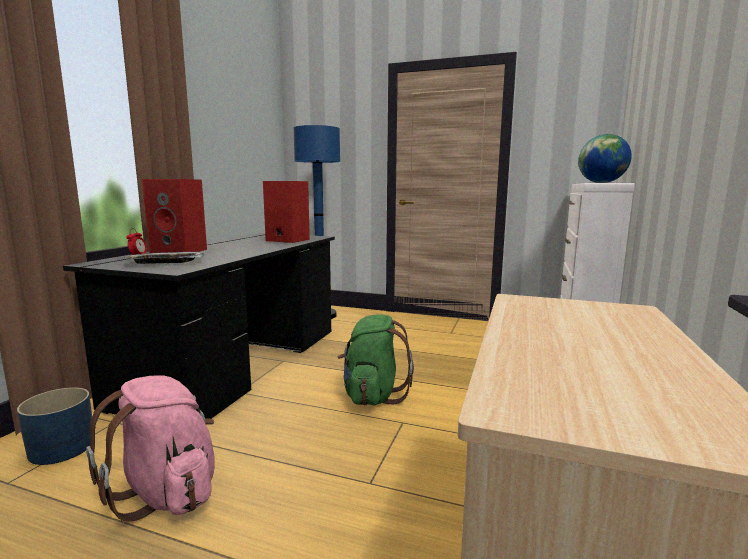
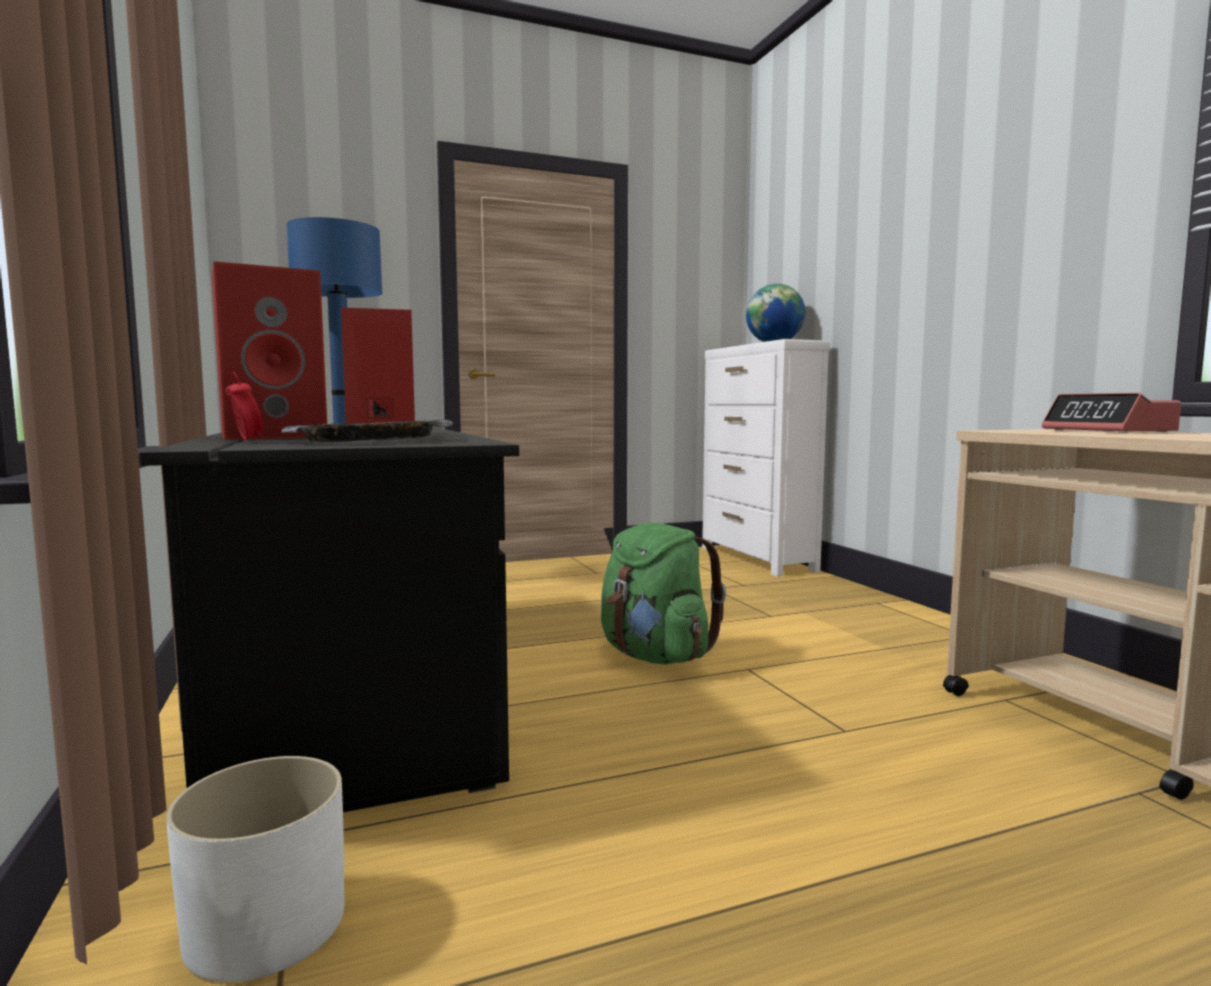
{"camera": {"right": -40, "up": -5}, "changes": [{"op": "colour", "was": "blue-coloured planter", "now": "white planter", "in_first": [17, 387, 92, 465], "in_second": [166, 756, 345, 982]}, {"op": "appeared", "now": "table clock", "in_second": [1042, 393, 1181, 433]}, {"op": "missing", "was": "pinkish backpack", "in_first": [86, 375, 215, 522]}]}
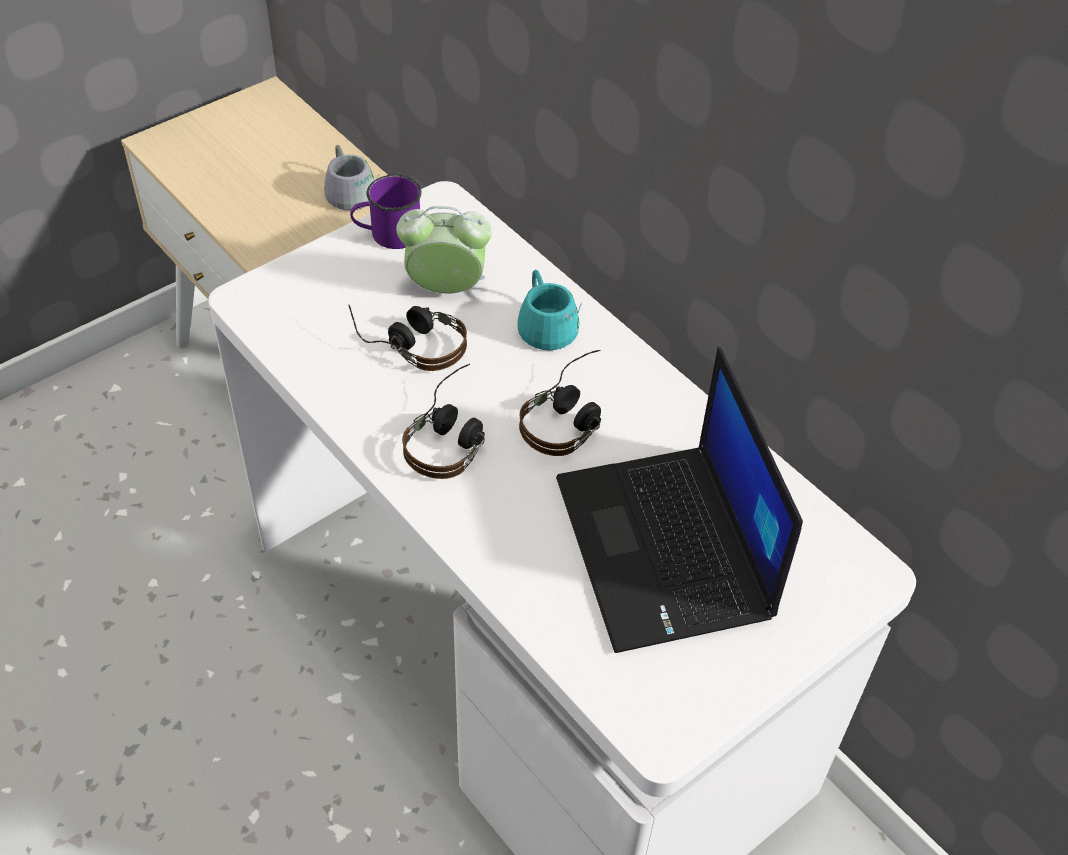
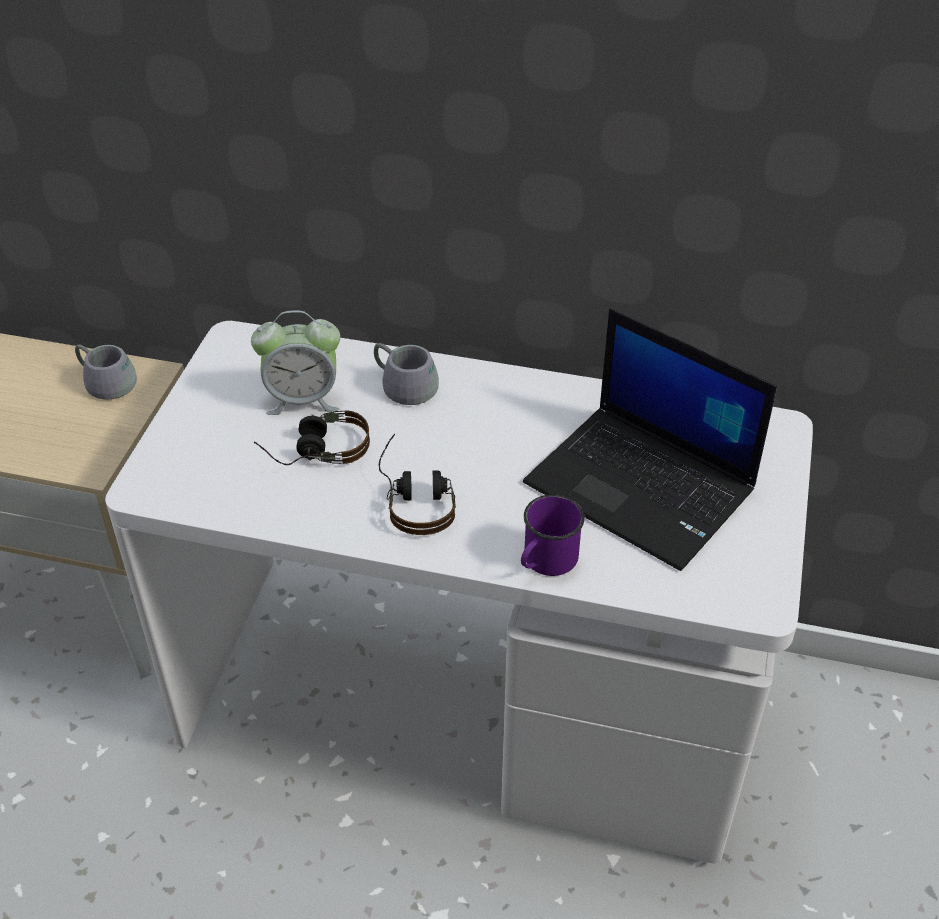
{"camera": {"right": -35, "up": -5}, "changes": [{"op": "spun", "was": "table clock", "in_first": [396, 206, 492, 294], "in_second": [251, 310, 340, 415], "clockwise": -150}, {"op": "colour", "was": "turquoise-coloured mug", "now": "grey mug", "in_first": [517, 270, 582, 350], "in_second": [374, 343, 439, 405]}, {"op": "relocated", "was": "purple-coloured mug", "in_first": [350, 175, 422, 249], "in_second": [521, 494, 585, 576]}, {"op": "missing", "was": "pair of headphones", "in_first": [519, 350, 601, 456]}]}
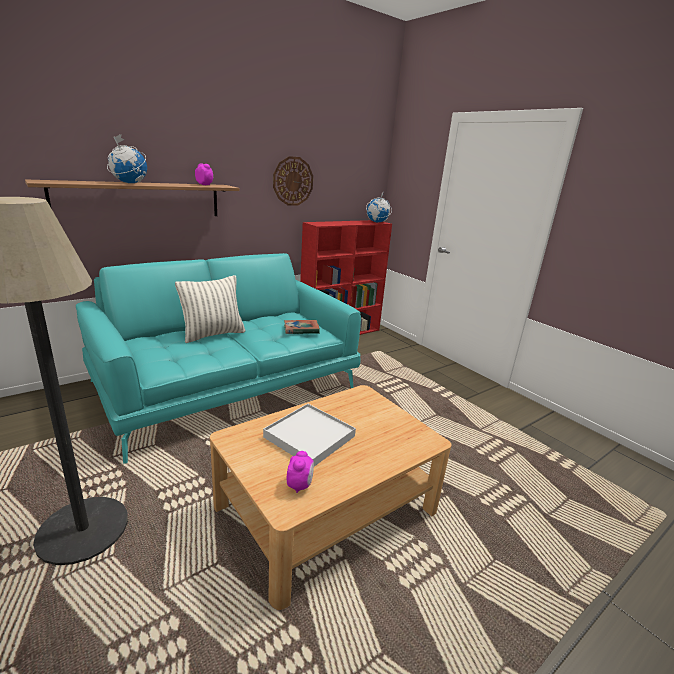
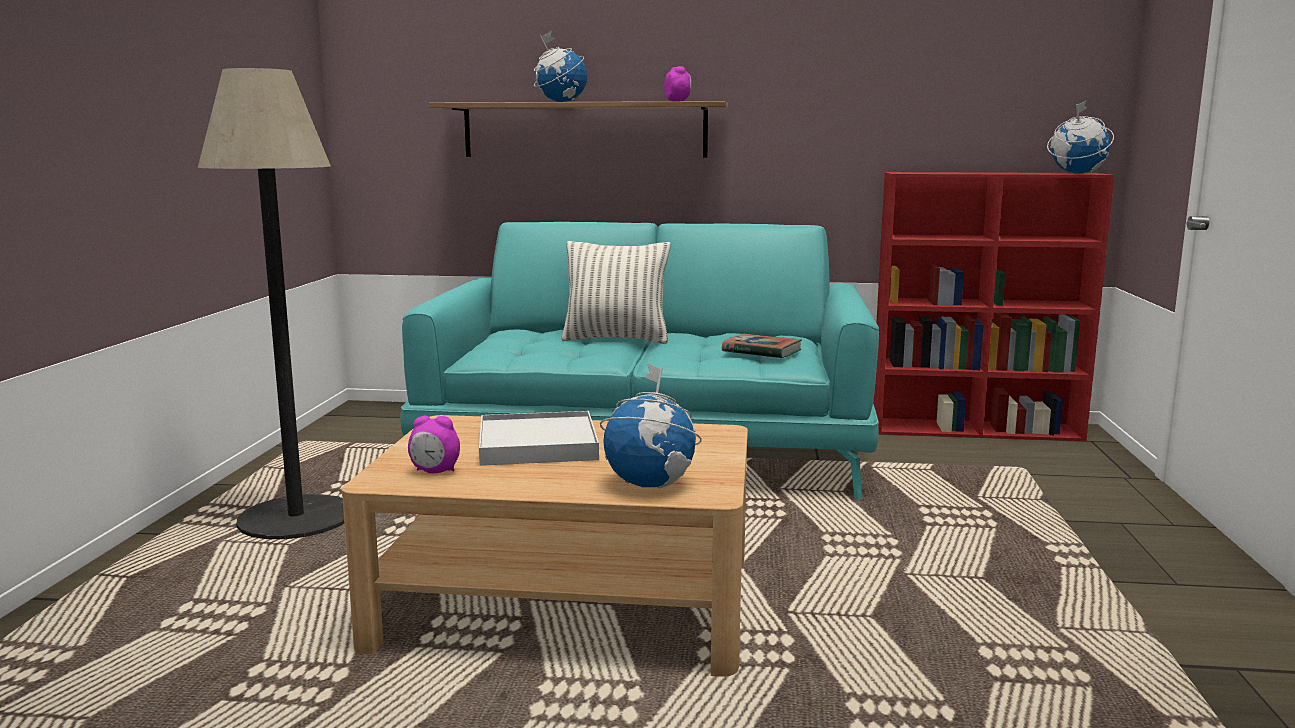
{"camera": {"right": 45, "up": -10}, "changes": [{"op": "spun", "was": "table clock", "in_first": [287, 451, 314, 493], "in_second": [408, 416, 460, 473], "clockwise": 45}, {"op": "appeared", "now": "desk globe", "in_second": [600, 363, 702, 488]}, {"op": "missing", "was": "wall clock", "in_first": [273, 156, 313, 206]}]}
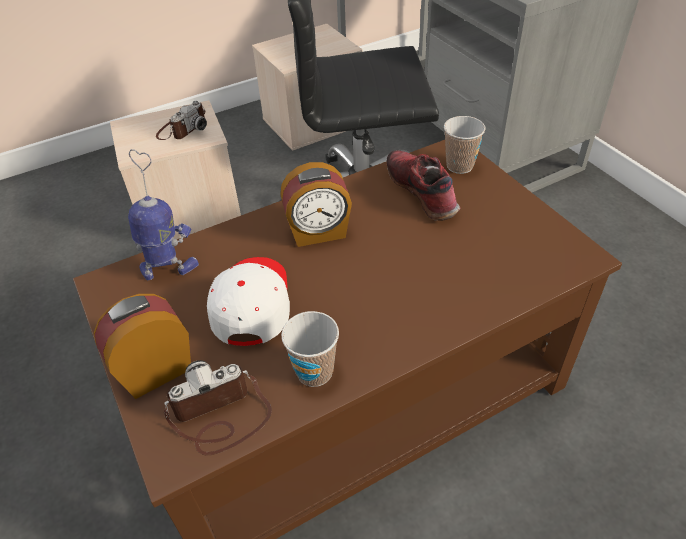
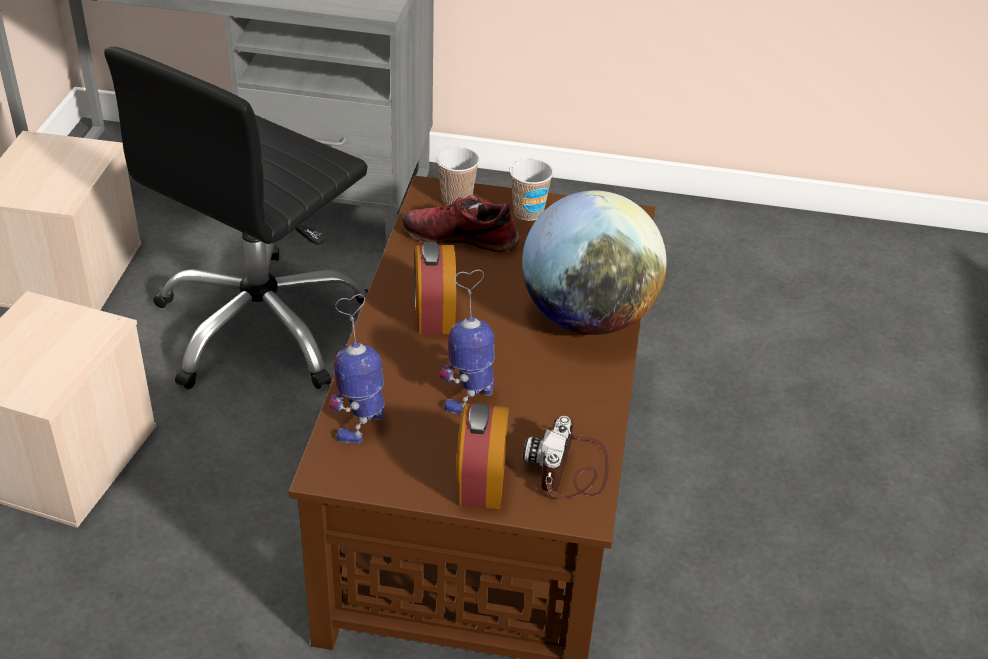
{"camera": {"right": -55, "up": -5}, "changes": [{"op": "spun", "was": "table clock", "in_first": [280, 162, 352, 247], "in_second": [414, 242, 456, 335], "clockwise": 150}, {"op": "exchanged", "was": "white cap", "now": "toy robot", "in_first": [207, 257, 290, 346], "in_second": [439, 269, 495, 414]}, {"op": "relocated", "was": "small cup", "in_first": [281, 311, 339, 387], "in_second": [509, 159, 554, 221]}, {"op": "appeared", "now": "desk globe", "in_second": [522, 191, 667, 335]}, {"op": "missing", "was": "still camera", "in_first": [156, 101, 207, 140]}]}
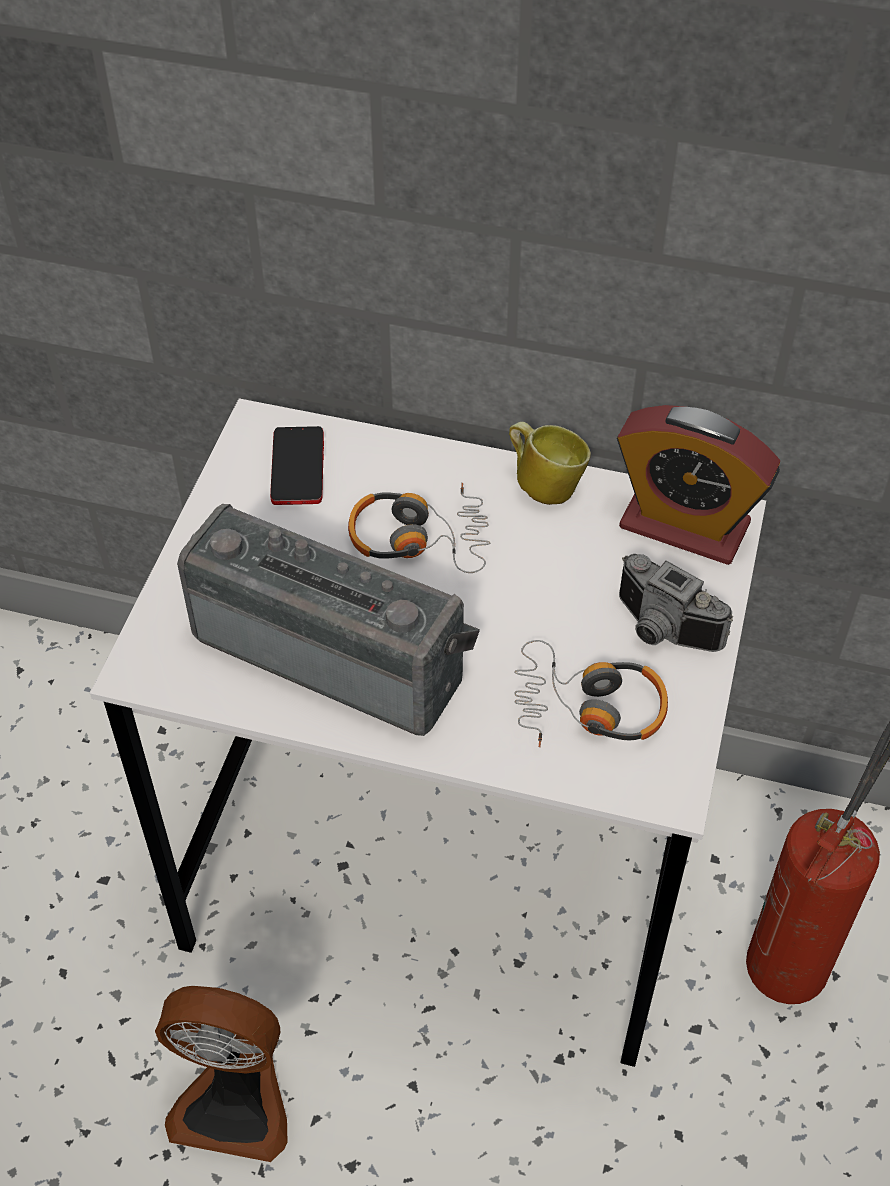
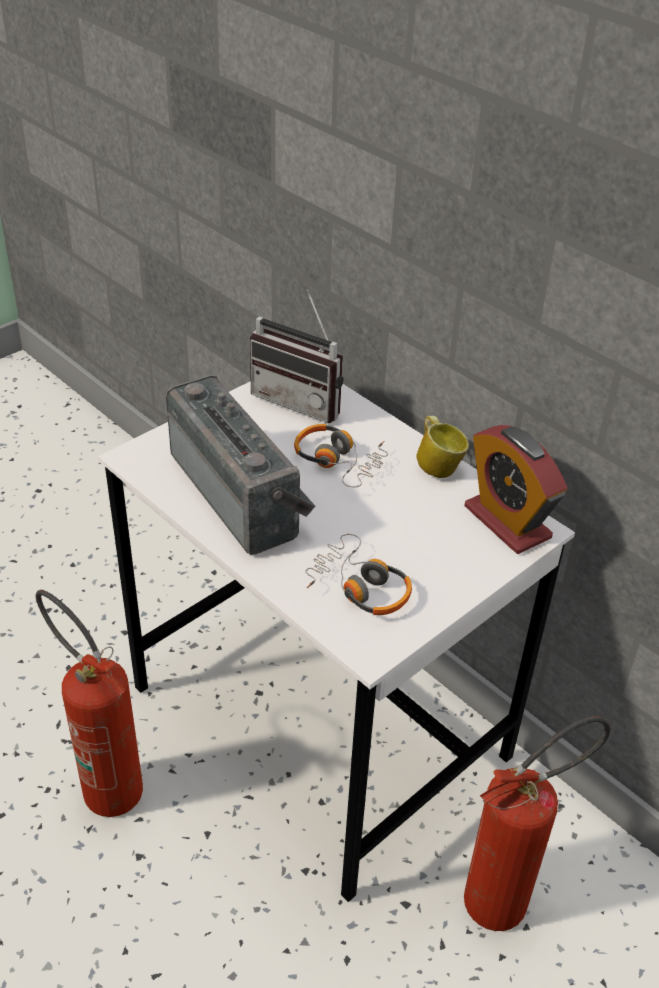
{"camera": {"right": 30, "up": -10}, "changes": [{"op": "exchanged", "was": "cooling fan", "now": "fire-fighting cylinder", "in_first": [155, 986, 287, 1162], "in_second": [36, 590, 143, 817]}, {"op": "exchanged", "was": "telephone", "now": "radio set", "in_first": [270, 426, 324, 505], "in_second": [250, 289, 344, 423]}, {"op": "missing", "was": "still camera", "in_first": [619, 554, 733, 652]}]}
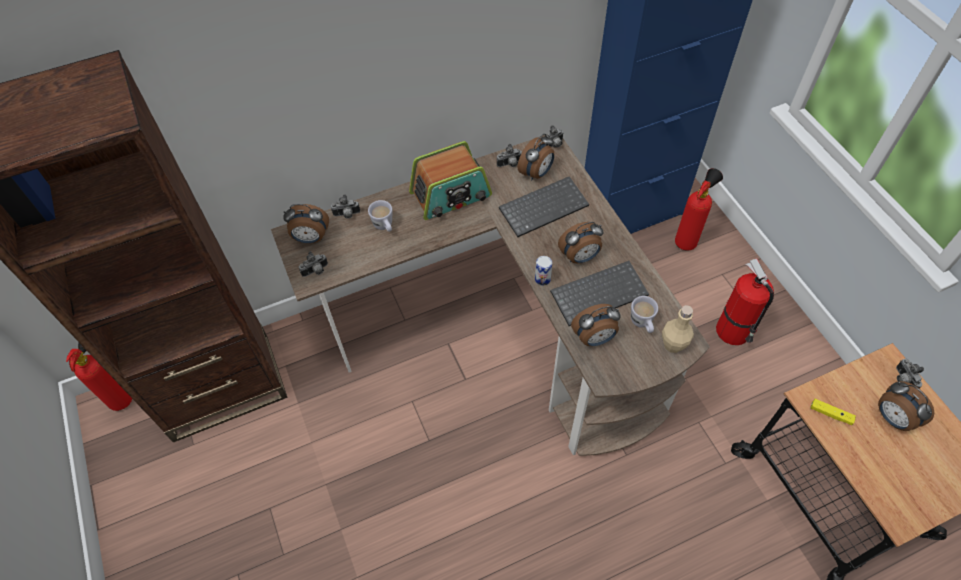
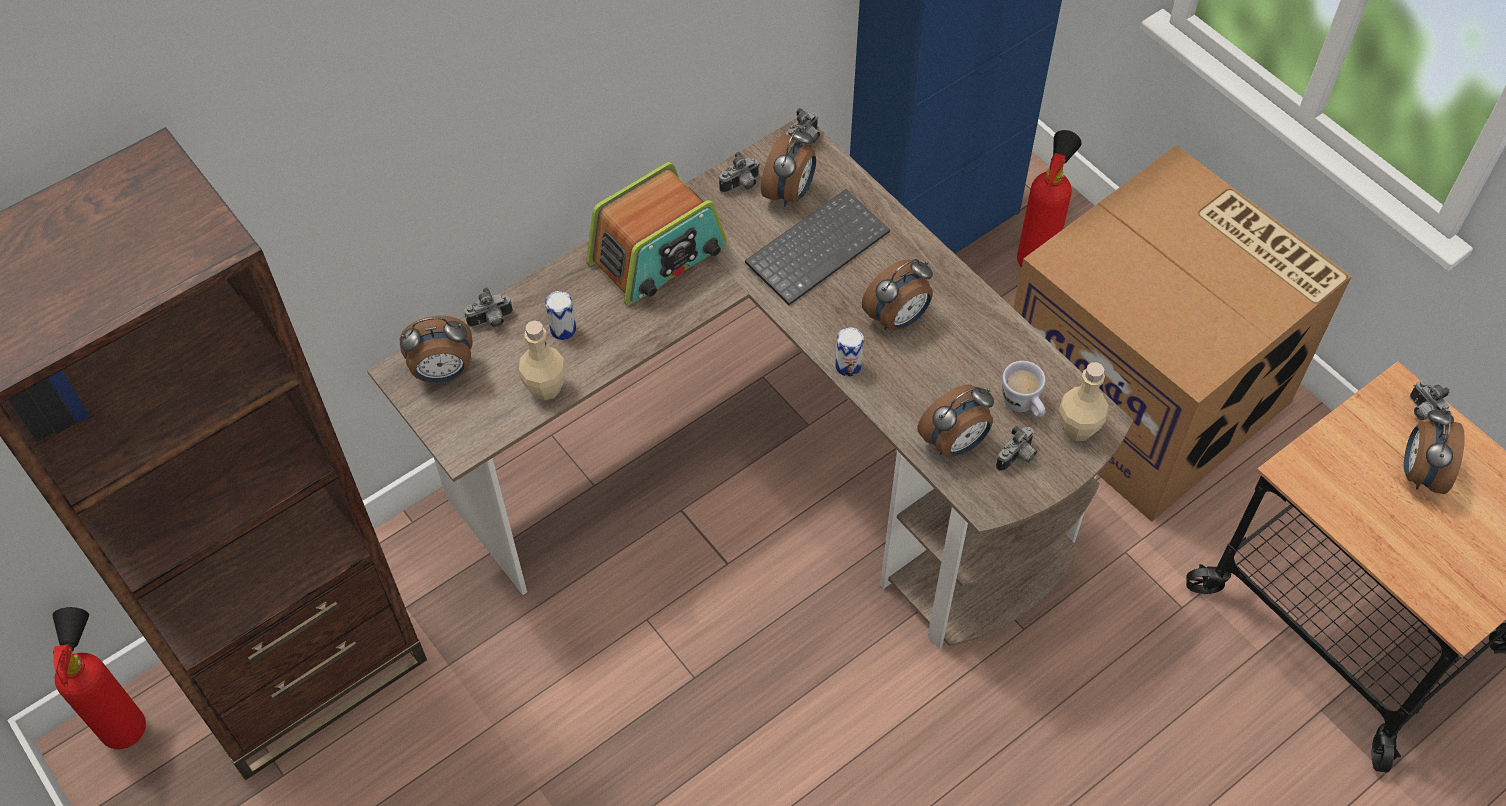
{"camera": {"right": -15, "up": 0}, "changes": [{"op": "appeared", "now": "beige-coloured beverage bottle", "in_second": [519, 320, 566, 400]}, {"op": "exchanged", "was": "white mug", "now": "metal can", "in_first": [368, 200, 392, 232], "in_second": [545, 291, 576, 340]}, {"op": "relocated", "was": "still camera", "in_first": [299, 251, 328, 277], "in_second": [996, 425, 1037, 471]}, {"op": "exchanged", "was": "fire-fighting cylinder", "now": "packing box", "in_first": [716, 258, 774, 345], "in_second": [1013, 145, 1352, 522]}, {"op": "spun", "was": "table clock", "in_first": [878, 381, 934, 431], "in_second": [1404, 406, 1465, 494], "clockwise": 60}, {"op": "missing", "was": "computer keyboard", "in_first": [550, 261, 649, 326]}, {"op": "missing", "was": "yellow gamepad", "in_first": [810, 399, 856, 425]}]}
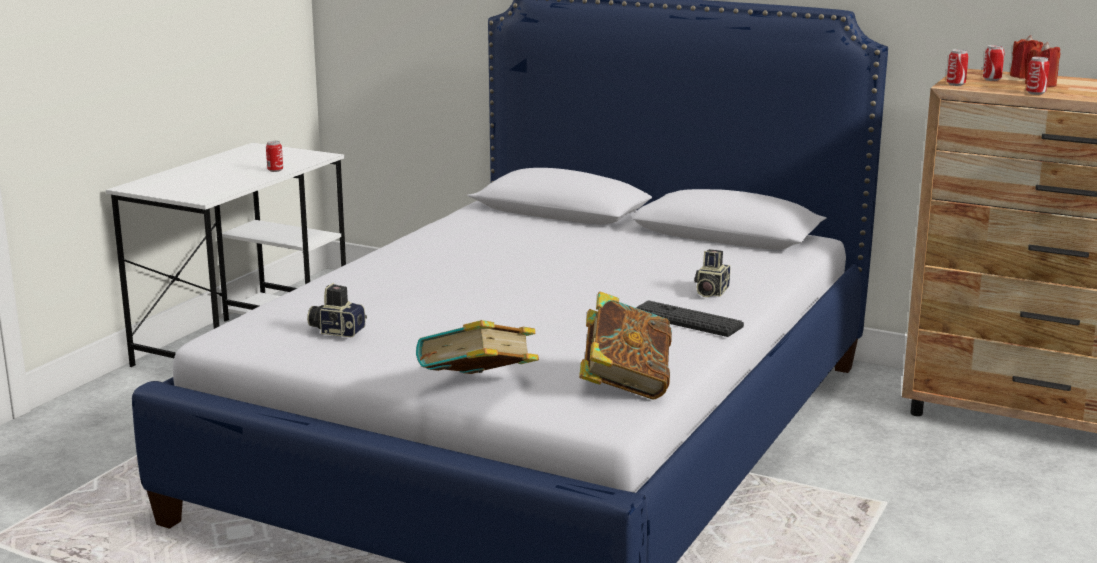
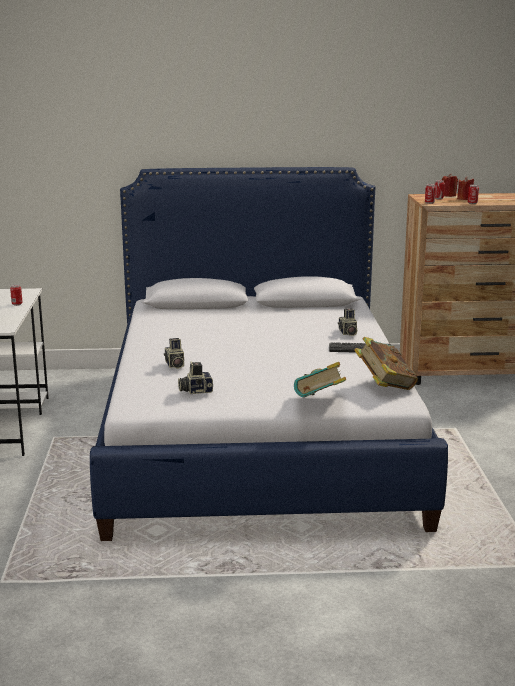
{"camera": {"right": -30, "up": 0}, "changes": [{"op": "appeared", "now": "still camera", "in_second": [164, 338, 184, 369]}]}
